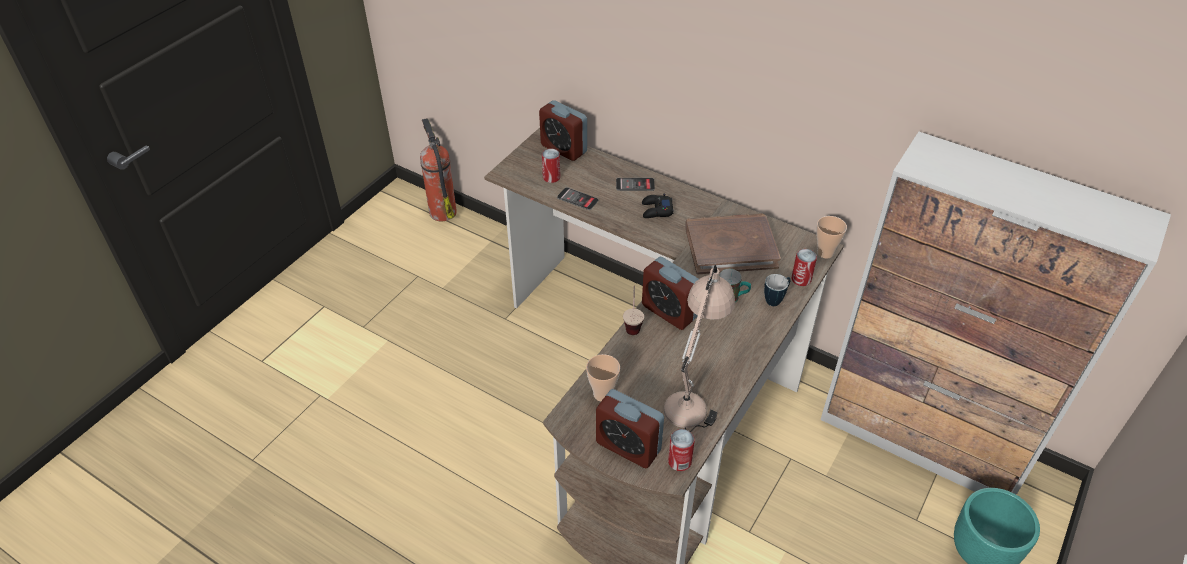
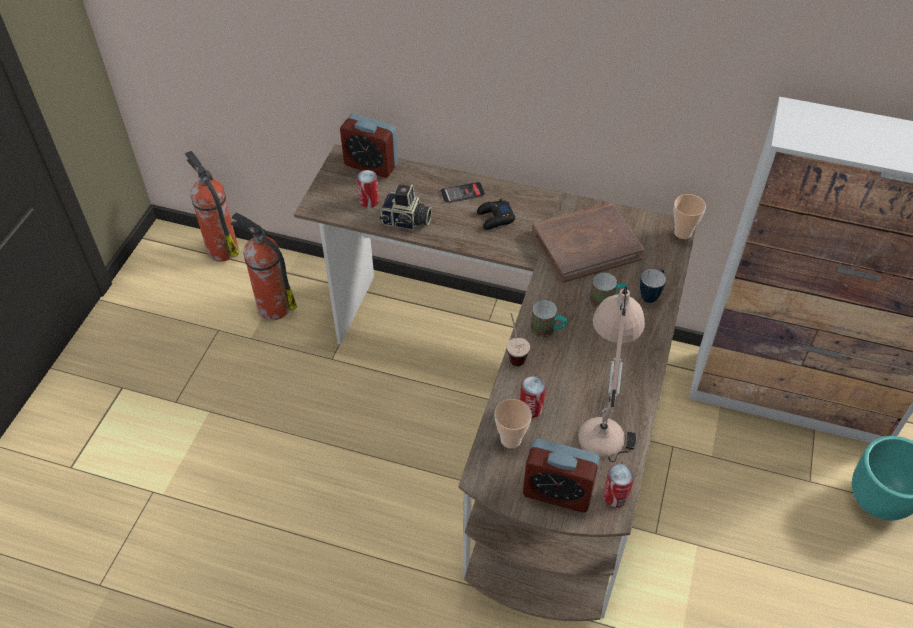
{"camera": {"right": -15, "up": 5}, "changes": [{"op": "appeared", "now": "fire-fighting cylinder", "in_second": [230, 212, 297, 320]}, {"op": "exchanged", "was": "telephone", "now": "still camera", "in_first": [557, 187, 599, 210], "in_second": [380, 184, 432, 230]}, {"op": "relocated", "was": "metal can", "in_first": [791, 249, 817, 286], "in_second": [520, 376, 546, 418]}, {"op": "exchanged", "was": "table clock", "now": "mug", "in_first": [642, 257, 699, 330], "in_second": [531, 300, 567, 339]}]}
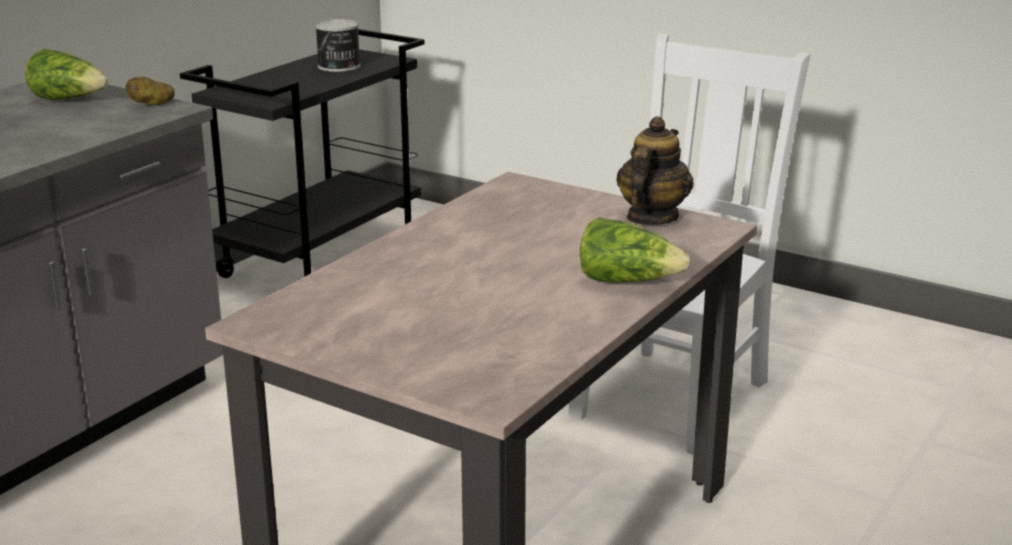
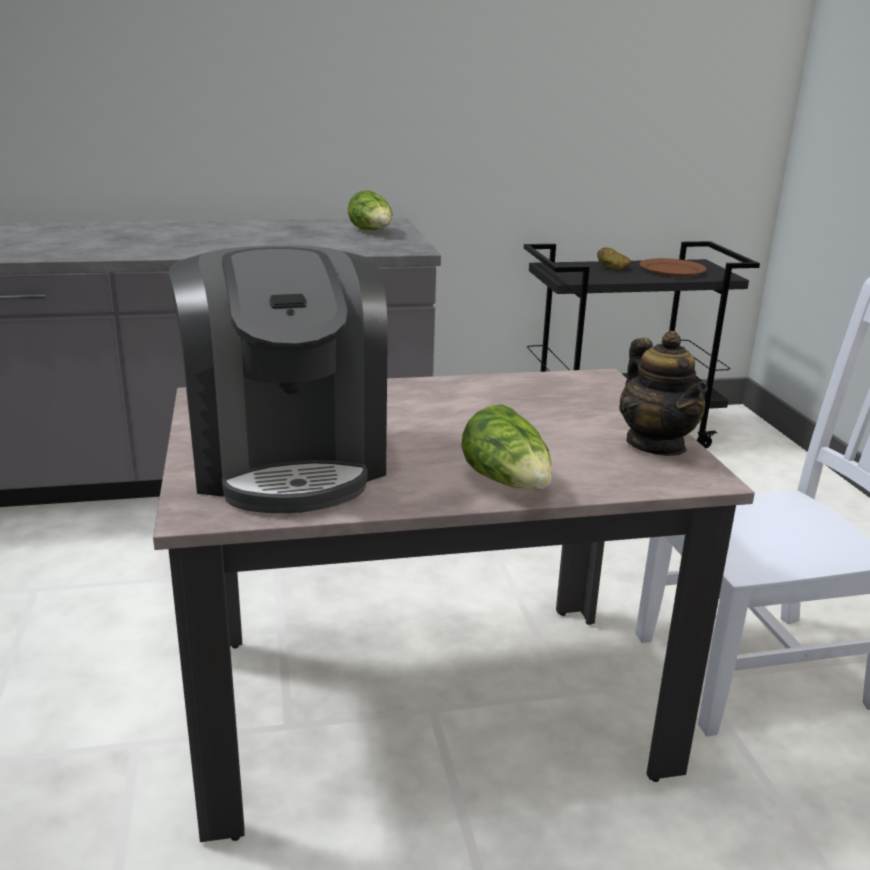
{"camera": {"right": 45, "up": 0}, "changes": [{"op": "appeared", "now": "coffee maker", "in_second": [169, 245, 388, 513]}, {"op": "relocated", "was": "whole potato", "in_first": [126, 77, 175, 105], "in_second": [597, 247, 631, 270]}, {"op": "spun", "was": "teapot", "in_first": [616, 116, 694, 225], "in_second": [619, 331, 708, 456], "clockwise": 90}, {"op": "exchanged", "was": "metal can", "now": "brownish plate", "in_first": [315, 19, 360, 72], "in_second": [639, 258, 706, 277]}]}
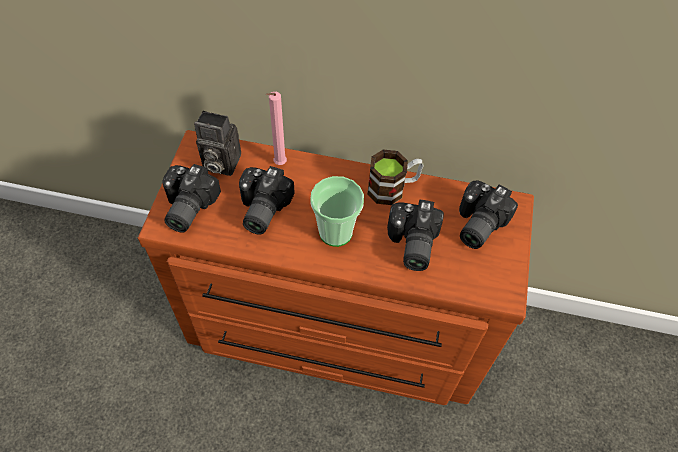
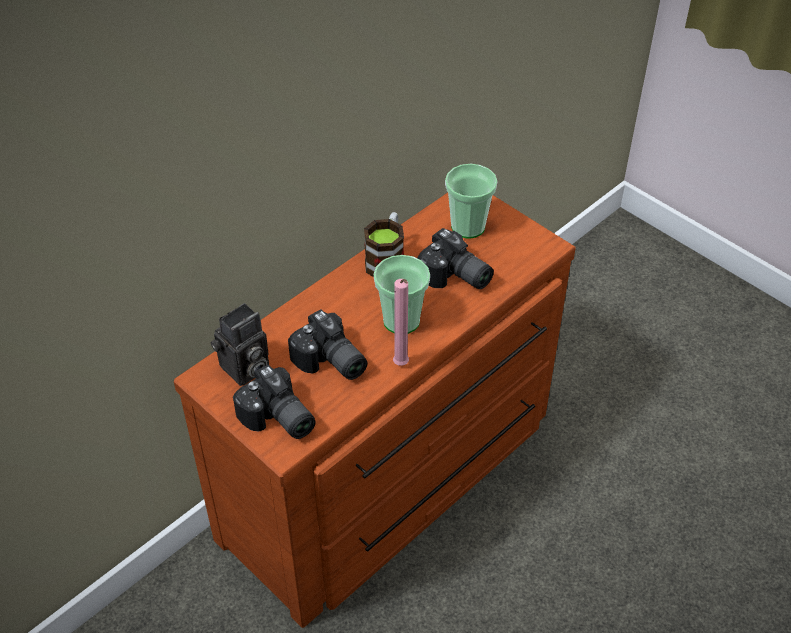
{"camera": {"right": -55, "up": -10}, "changes": [{"op": "relocated", "was": "pinkish candle", "in_first": [266, 92, 287, 165], "in_second": [393, 279, 409, 366]}, {"op": "exchanged", "was": "still camera", "now": "small cup", "in_first": [459, 181, 518, 249], "in_second": [445, 164, 497, 239]}]}
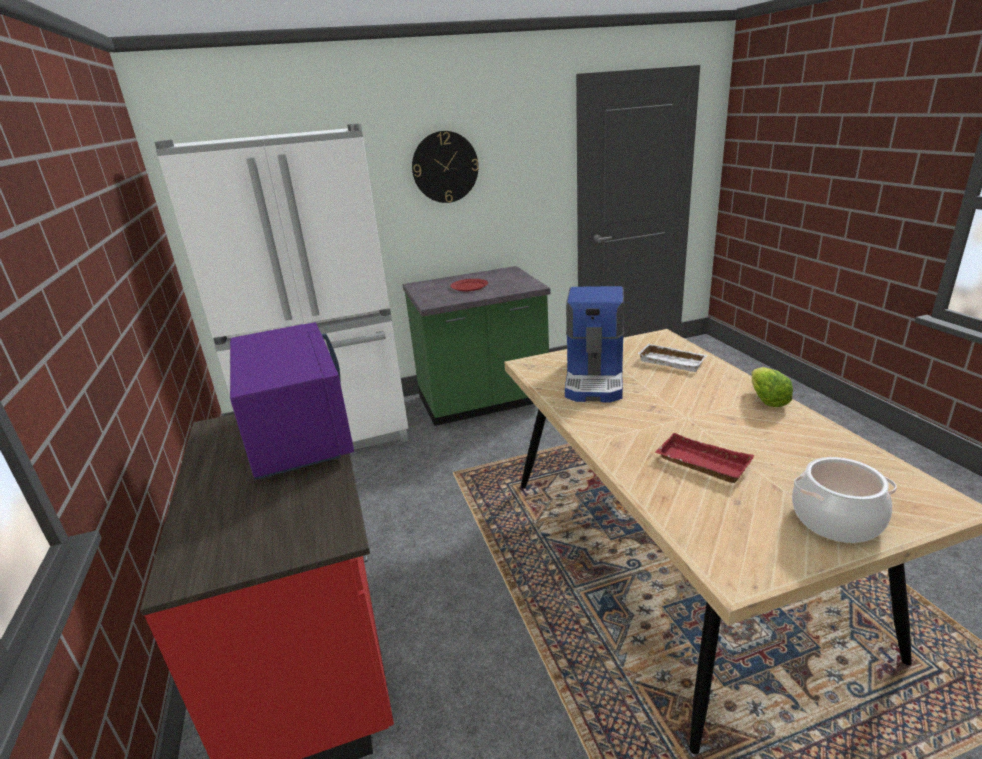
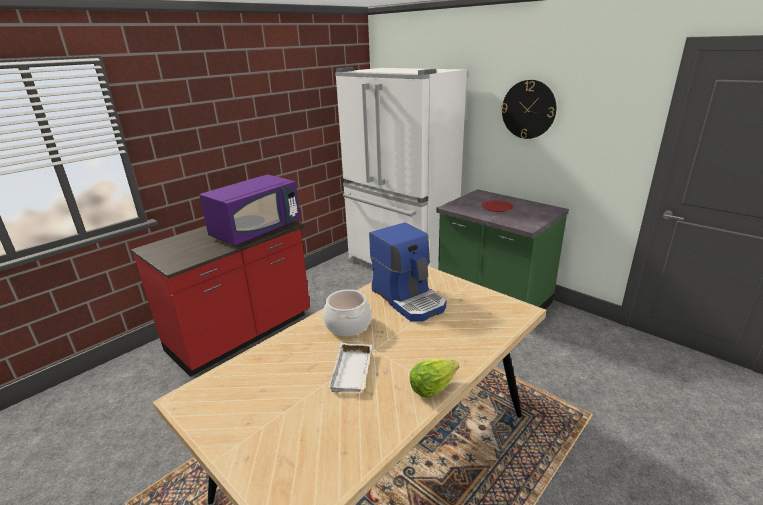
{"camera": {"right": 60, "up": 0}, "changes": [{"op": "relocated", "was": "stockpot", "in_first": [792, 457, 897, 543], "in_second": [323, 289, 371, 336]}, {"op": "relocated", "was": "white serving tray", "in_first": [637, 344, 708, 372], "in_second": [328, 343, 372, 392]}, {"op": "spun", "was": "coffee maker", "in_first": [565, 286, 624, 403], "in_second": [369, 222, 446, 322], "clockwise": -105}, {"op": "missing", "was": "red serving tray", "in_first": [655, 433, 755, 483]}]}
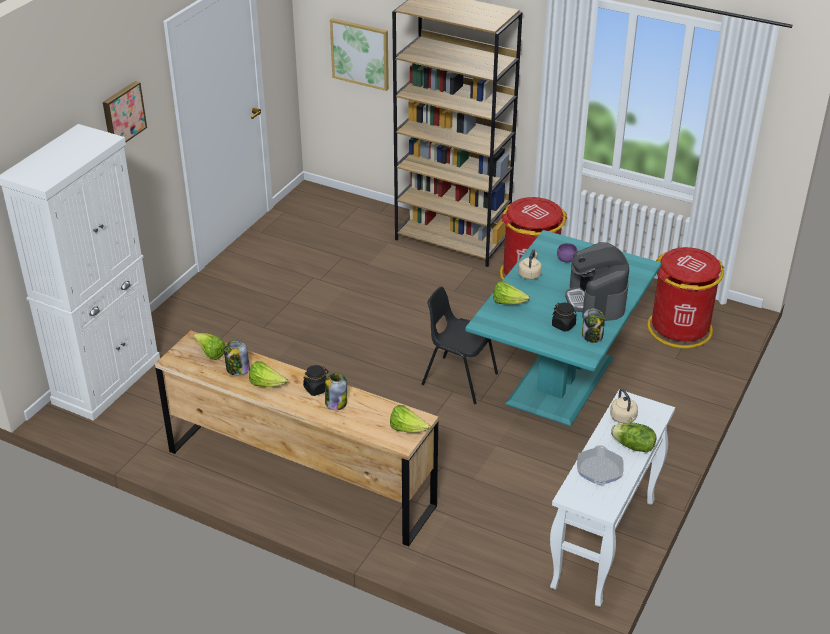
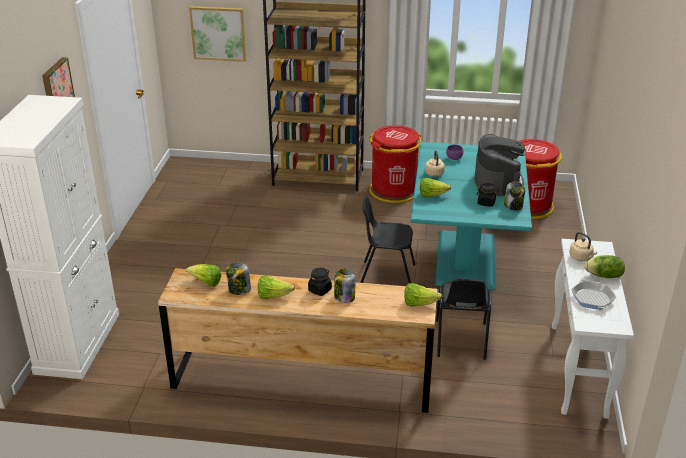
{"camera": {"right": -20, "up": -5}, "changes": [{"op": "appeared", "now": "blackish plain chair", "in_second": [436, 279, 491, 360]}, {"op": "spun", "was": "coffee maker", "in_first": [565, 242, 629, 321], "in_second": [474, 134, 525, 196], "clockwise": -150}]}
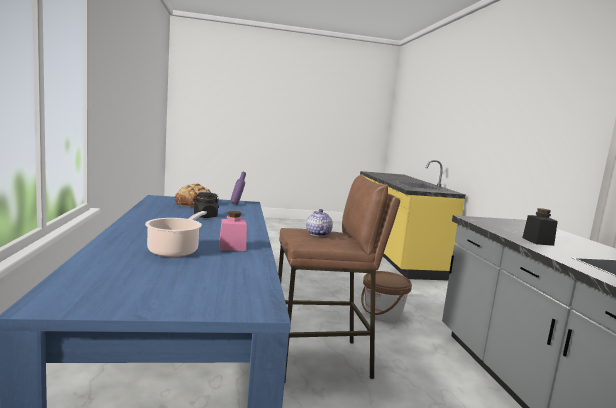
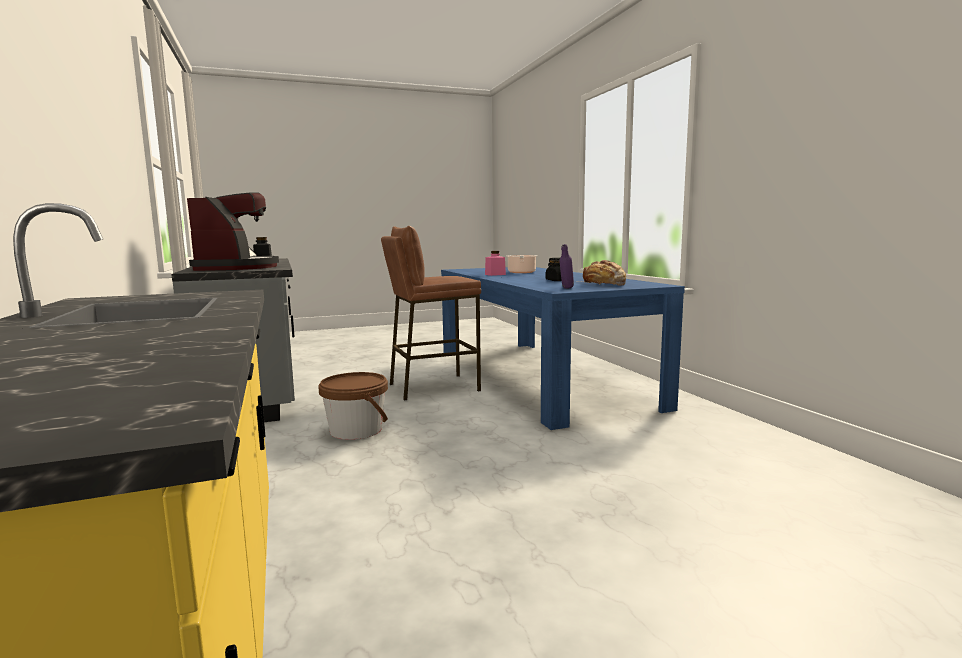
{"camera": {"right": 170, "up": 0}, "changes": [{"op": "appeared", "now": "coffee maker", "in_second": [187, 192, 279, 271]}, {"op": "missing", "was": "teapot", "in_first": [306, 209, 333, 237]}]}
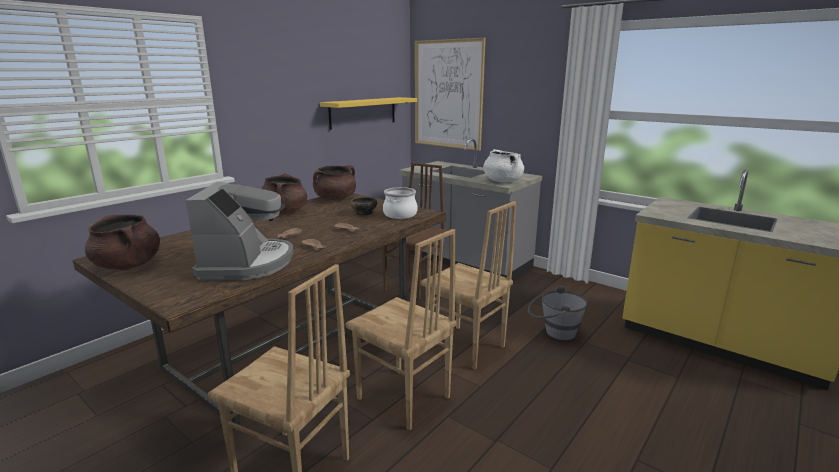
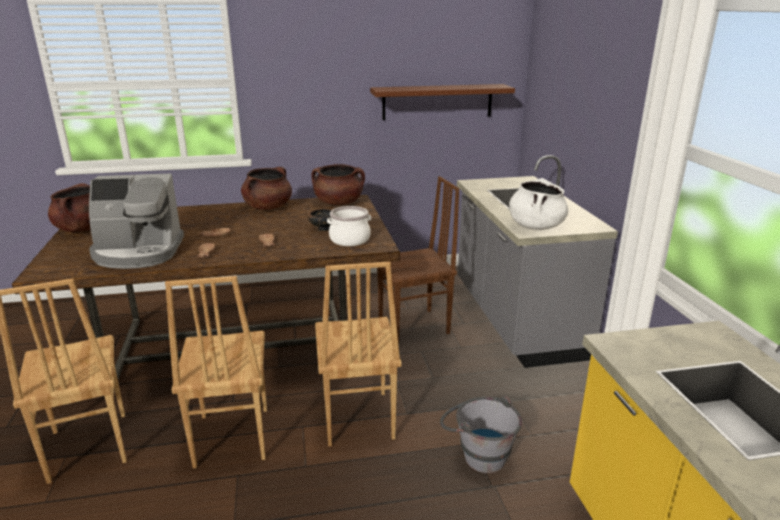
{"camera": {"right": 40, "up": 5}, "changes": [{"op": "spun", "was": "coffee maker", "in_first": [185, 181, 293, 281], "in_second": [89, 174, 184, 269], "clockwise": 45}, {"op": "colour", "was": "yellow bracket shelf", "now": "brownish bracket shelf", "in_first": [320, 97, 417, 130], "in_second": [370, 84, 515, 120]}, {"op": "missing", "was": "wall picture", "in_first": [415, 38, 486, 151]}]}
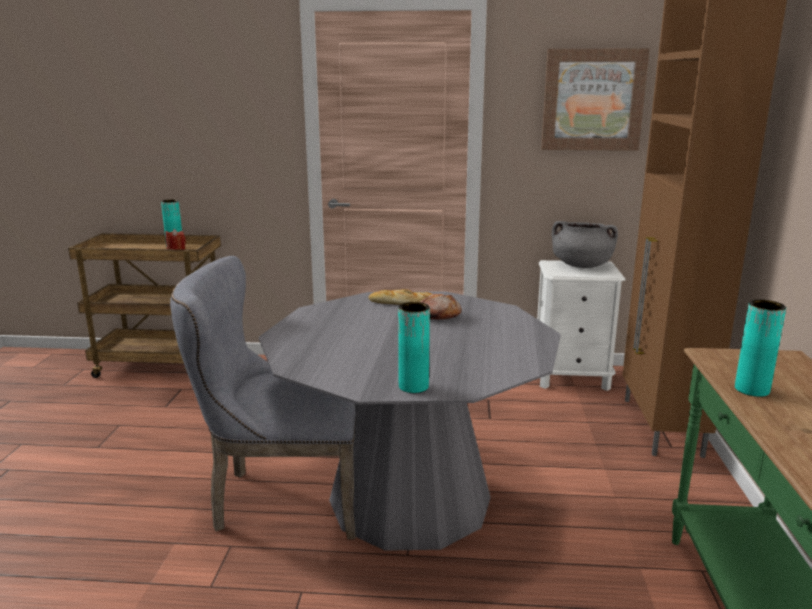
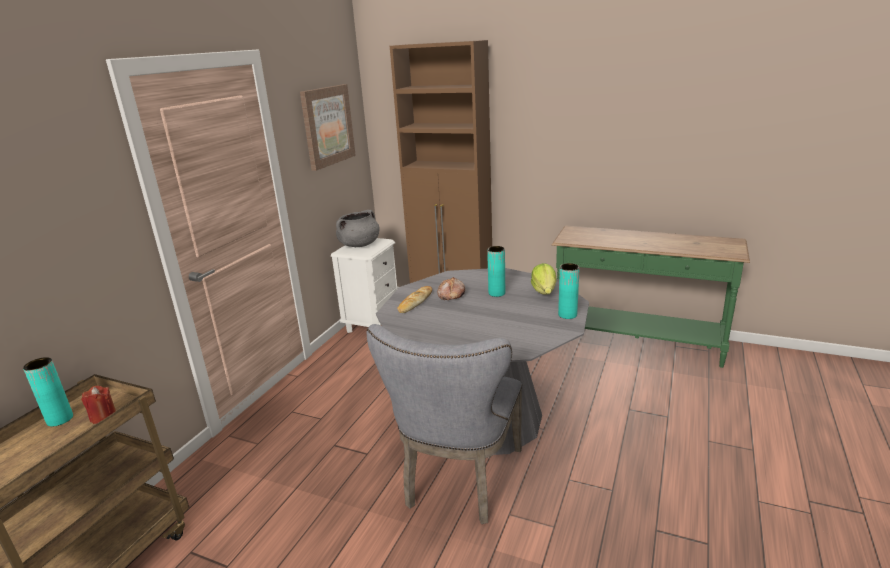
{"camera": {"right": -70, "up": 5}, "changes": [{"op": "relocated", "was": "turquoise-coloured flower vase", "in_first": [735, 300, 786, 397], "in_second": [487, 246, 505, 297]}, {"op": "appeared", "now": "head of lettuce", "in_second": [531, 263, 557, 294]}]}
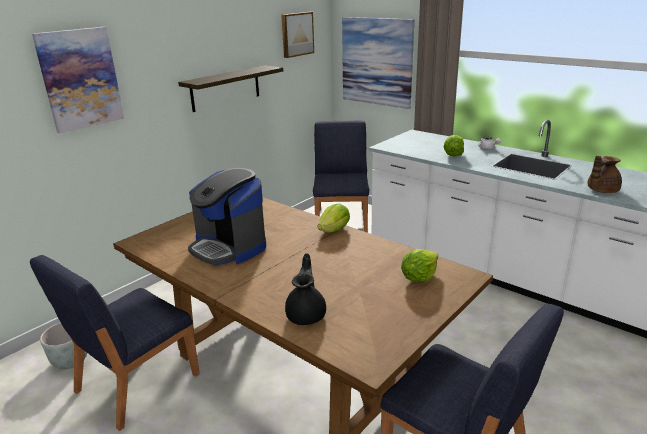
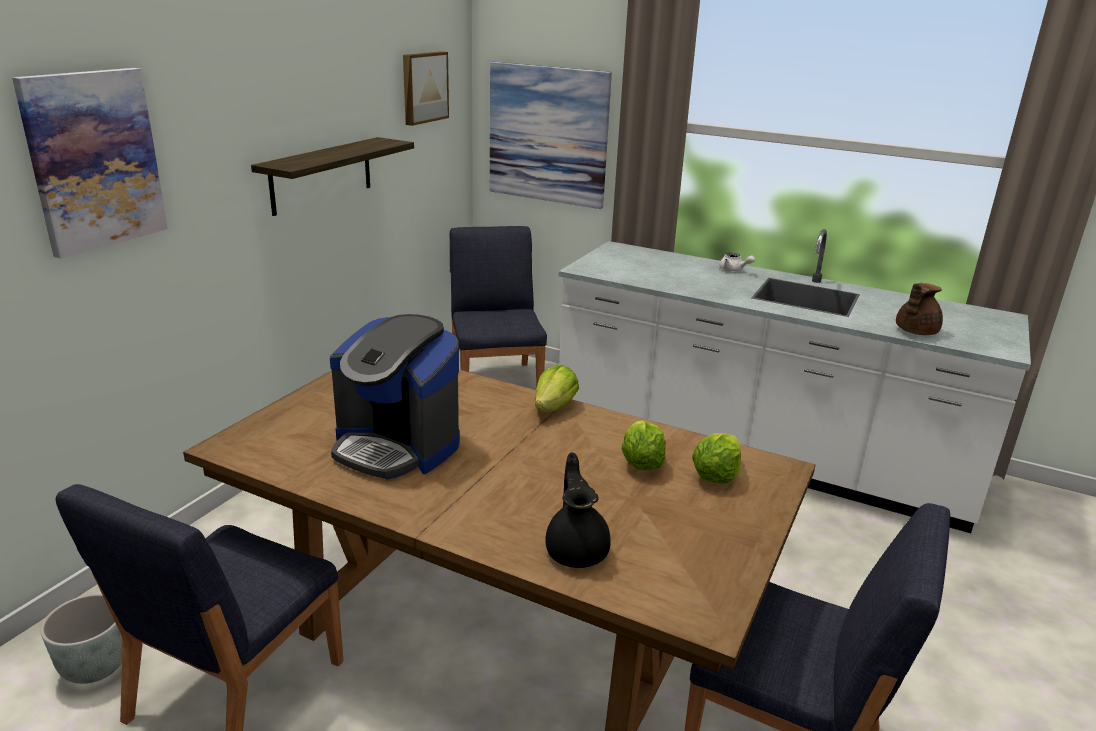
{"camera": {"right": -15, "up": 0}, "changes": [{"op": "relocated", "was": "head of lettuce", "in_first": [443, 135, 464, 157], "in_second": [622, 420, 666, 471]}]}
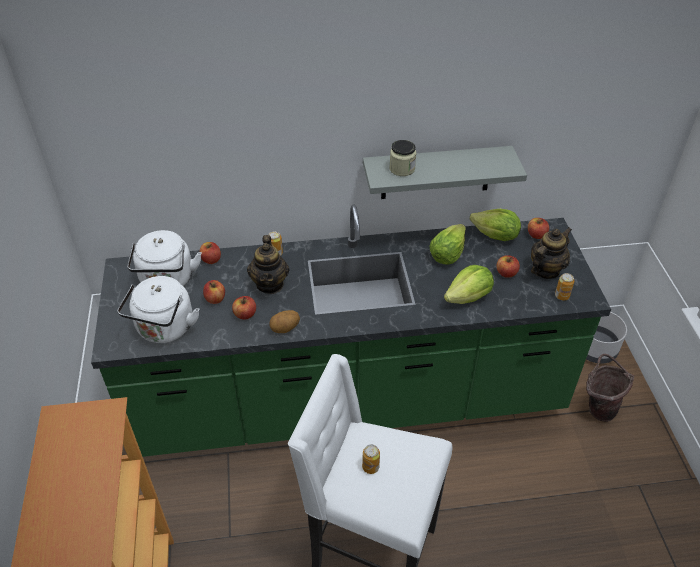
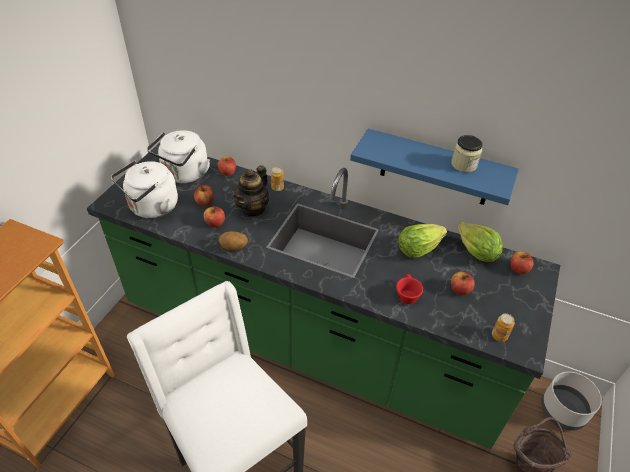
{"camera": {"right": 30, "up": 0}, "changes": [{"op": "colour", "was": "grey bracket shelf", "now": "blue-coloured bracket shelf", "in_first": [363, 146, 527, 199], "in_second": [350, 128, 519, 205]}, {"op": "exchanged", "was": "head of lettuce", "now": "red small cup", "in_first": [444, 265, 494, 304], "in_second": [396, 274, 423, 304]}, {"op": "relocated", "was": "preserve jar", "in_first": [389, 140, 416, 176], "in_second": [451, 135, 483, 172]}, {"op": "missing", "was": "metal can", "in_first": [362, 444, 380, 474]}, {"op": "missing", "was": "teapot", "in_first": [531, 227, 572, 279]}]}
